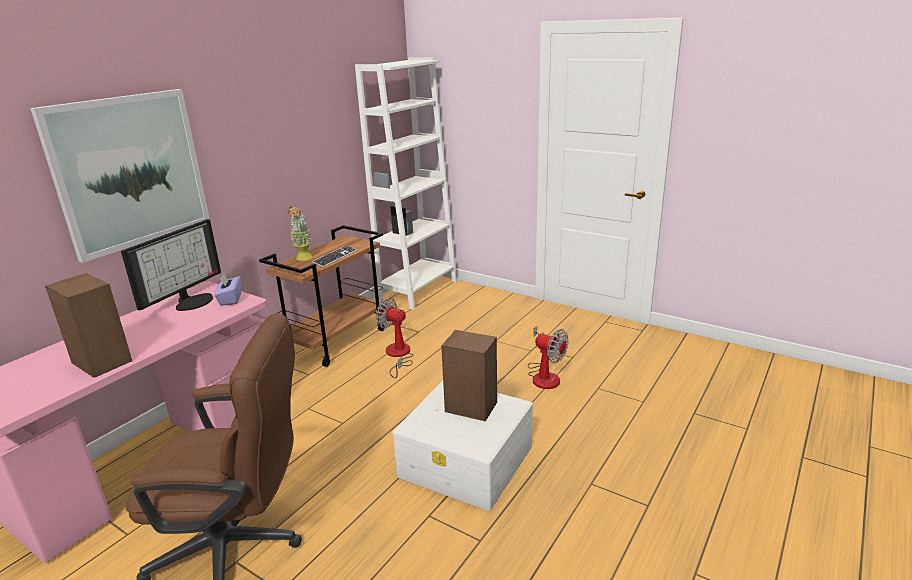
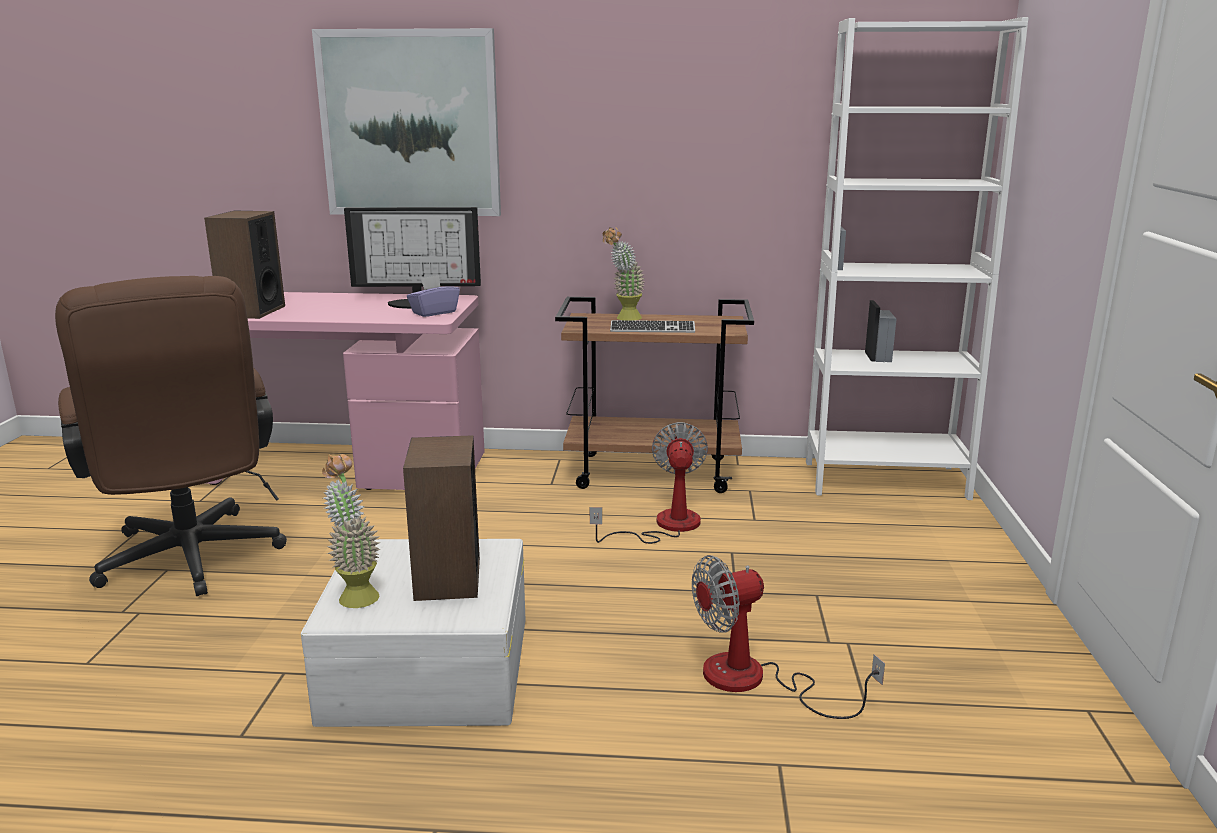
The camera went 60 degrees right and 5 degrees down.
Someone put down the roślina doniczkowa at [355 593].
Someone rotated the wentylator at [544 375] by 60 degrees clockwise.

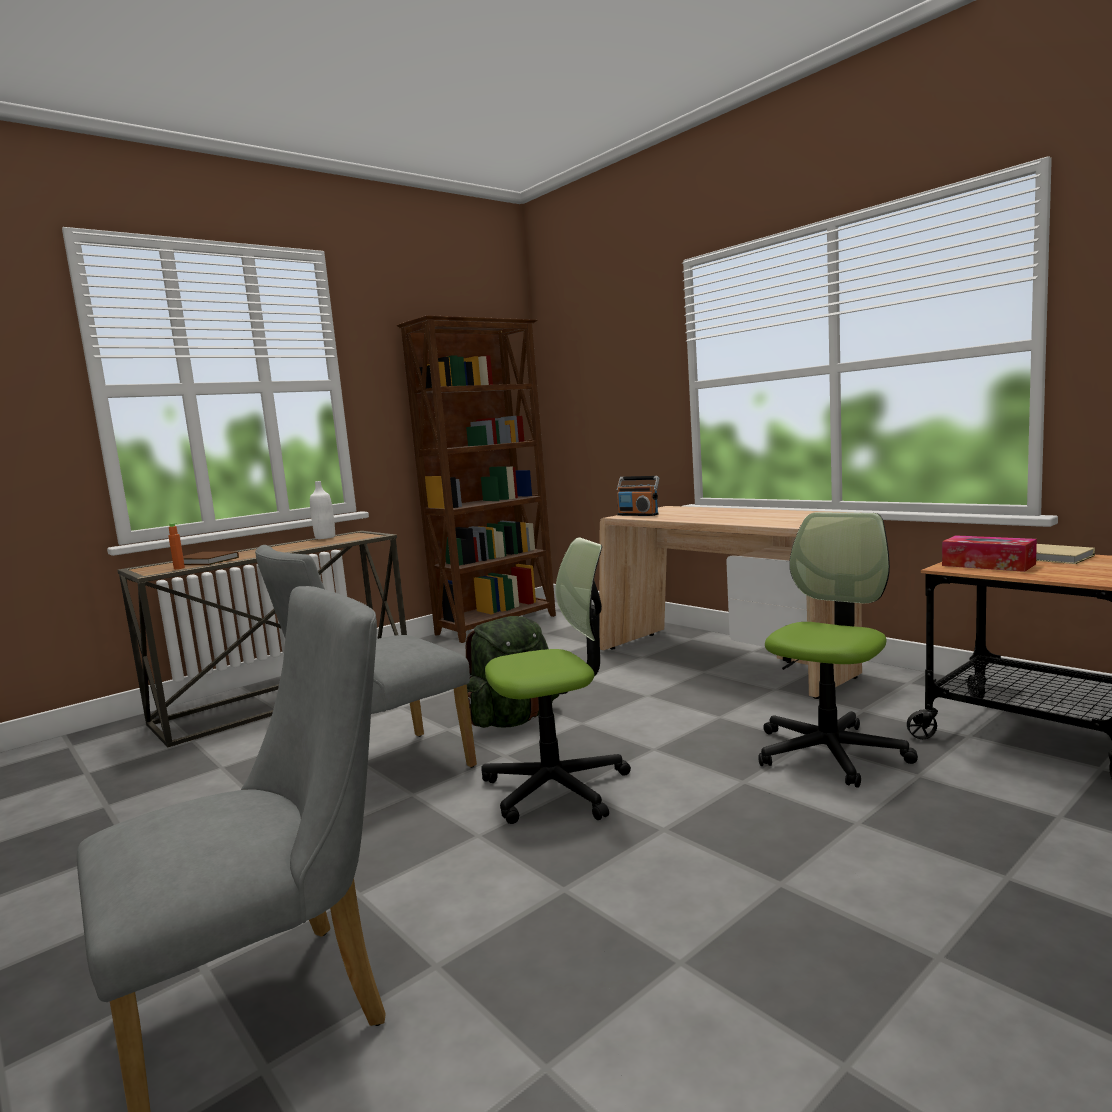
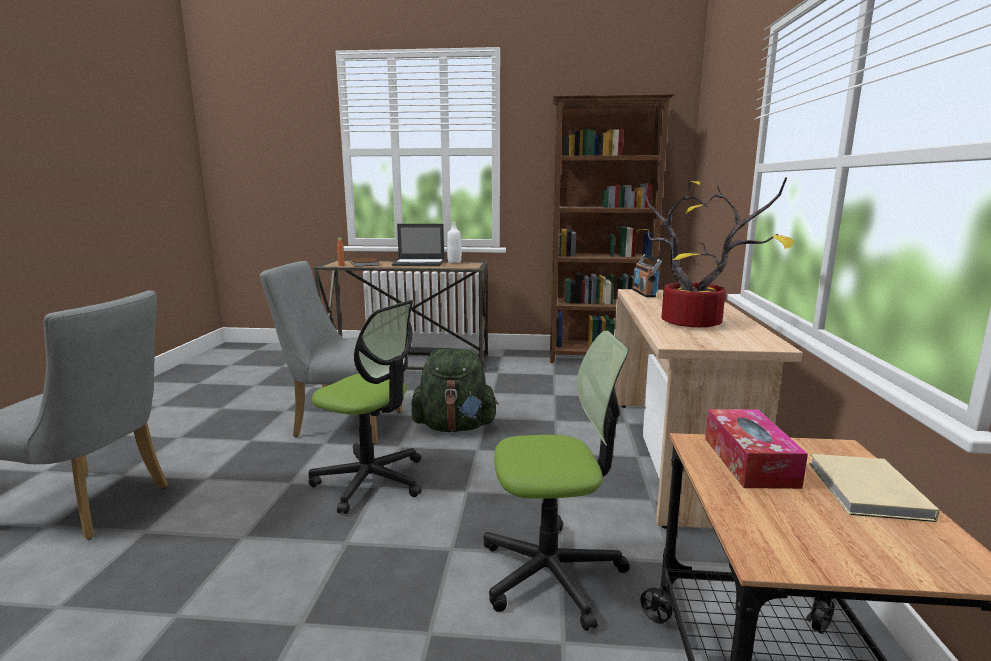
The camera went 45 degrees right and 5 degrees up.
Someone put down the laptop at [419 263].
Someone put down the roślina doniczkowa at [696 323].

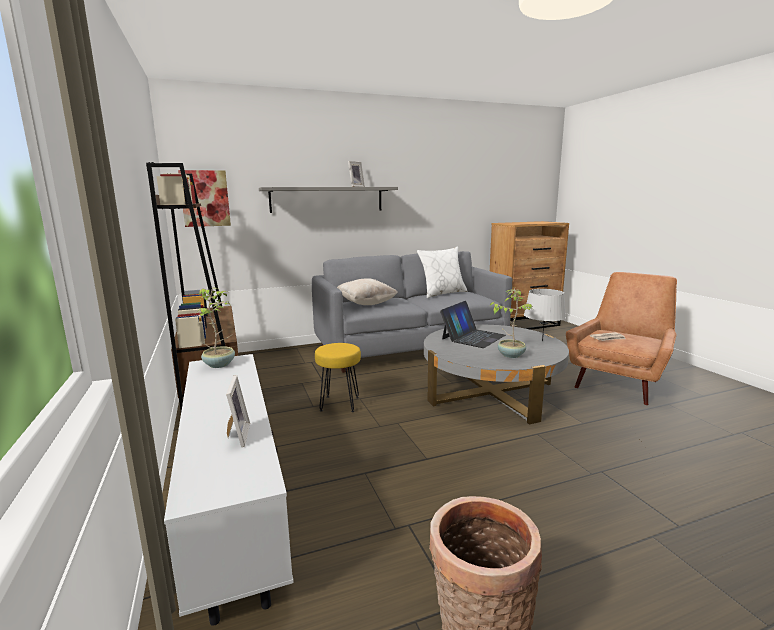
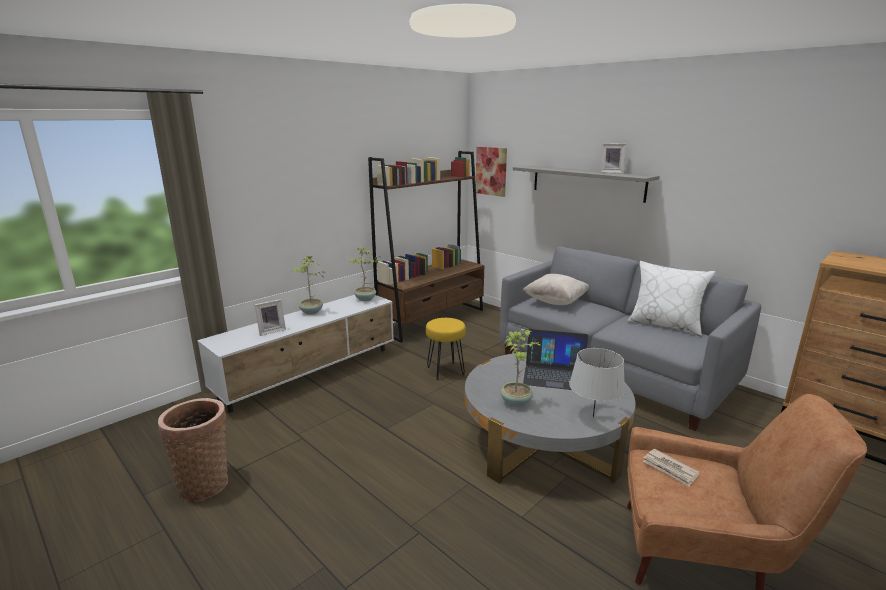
The camera went 65 degrees right and 5 degrees up.
Someone put down the roślina doniczkowa at [311 312].

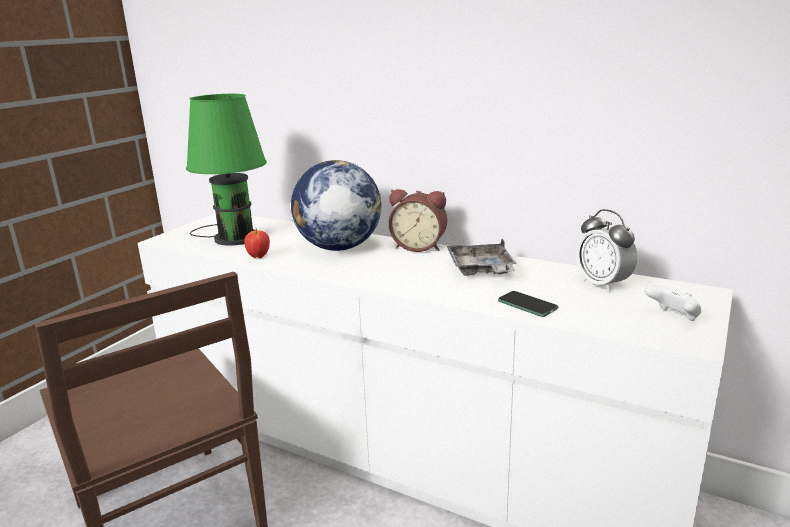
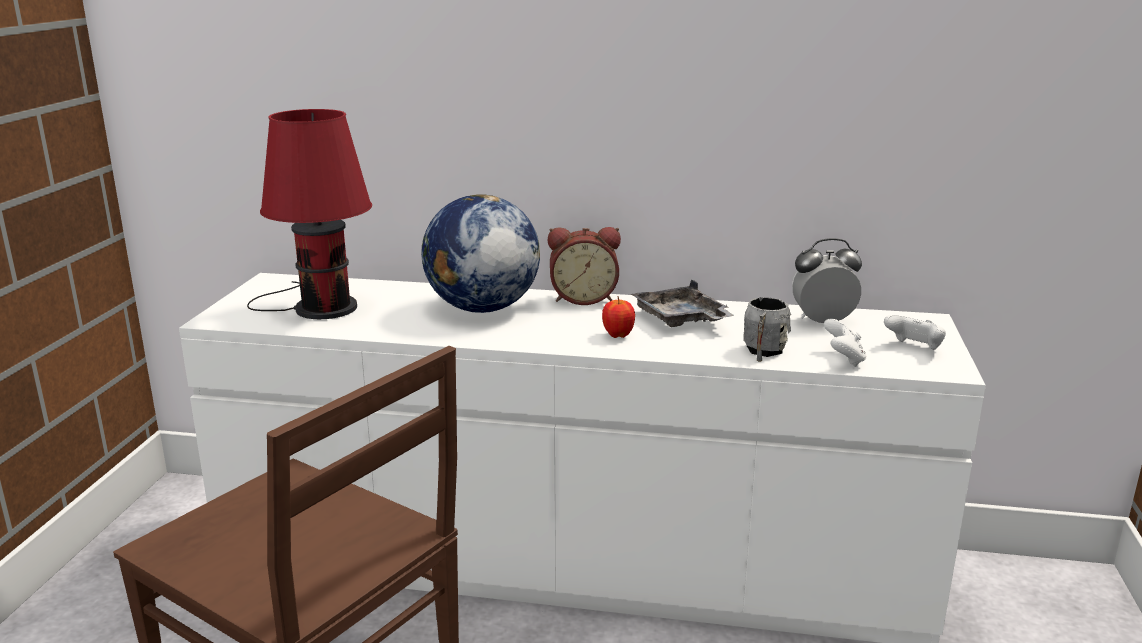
The camera went 20 degrees left and 0 degrees up.
Someone put down the pad do gier/biały at [843 359].
Someone carried the jabłko from [258 256] to [618 335].
Someone swapped the telefon at [527 305] for the kubek/szary at [763 352].
Someone repainted the lampa stołowa/zielony at [233 237], which became the lampa stołowa/czerwony at [320 307].
Someone rotated the budzik at [603 284] by 135 degrees clockwise.

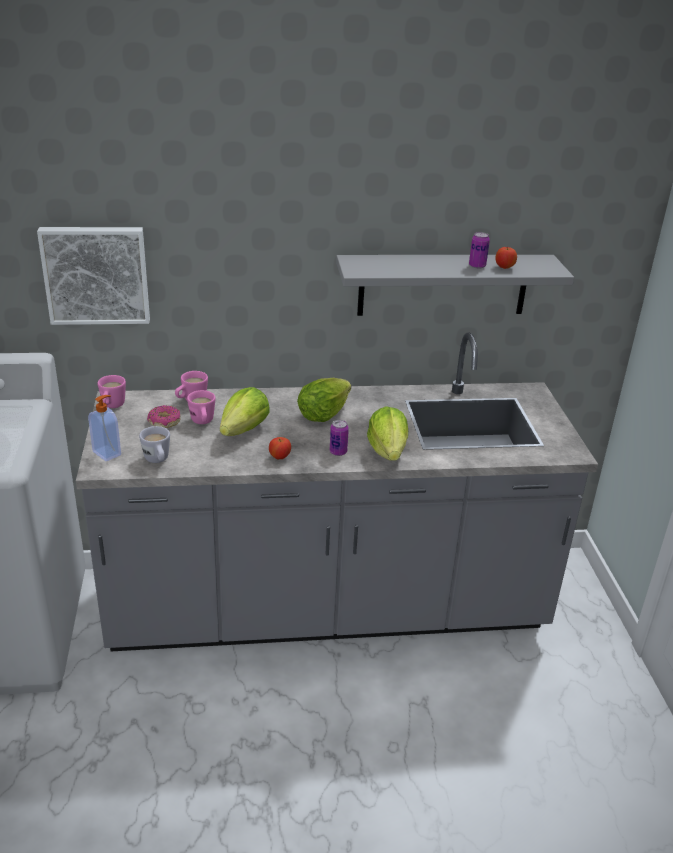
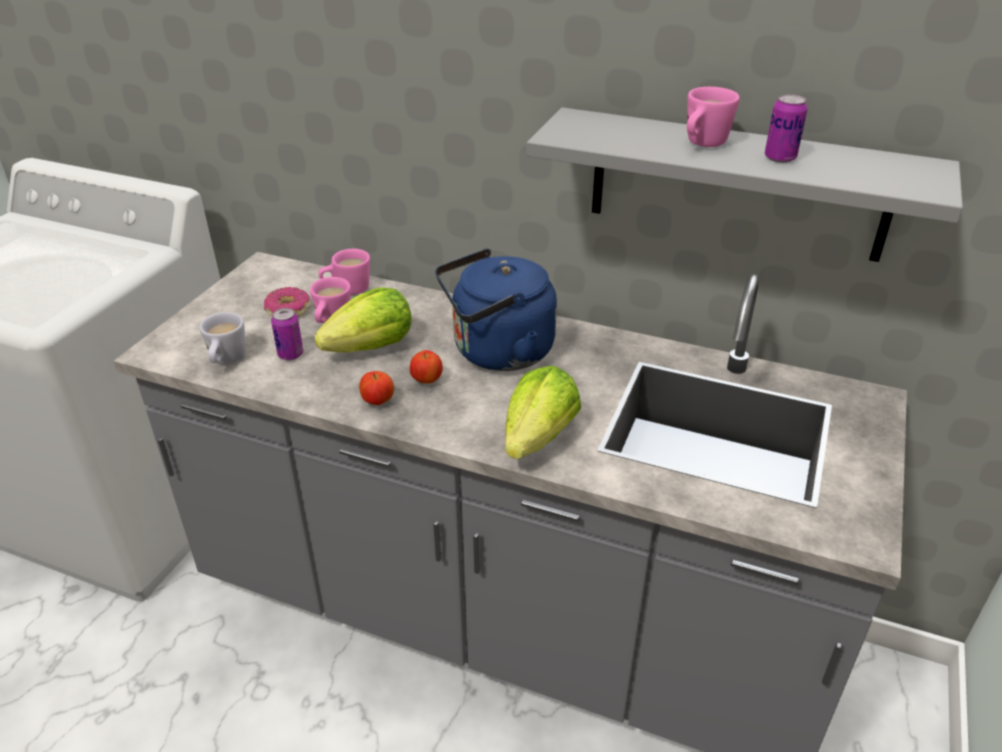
The camera went 30 degrees right and 5 degrees up.
Someone took away the obraz at [96 274].
Someone took away the dozownik mydła at [107 453].
Someone carried the kubek/różowy from [112 406] to [702 145].
Someone carried the puszka from [338 452] to [290 354].
Someone carried the jabłko from [504 267] to [427 380].
Someone swapped the sałata at [323 414] for the czajnik/niebieski at [497 352].

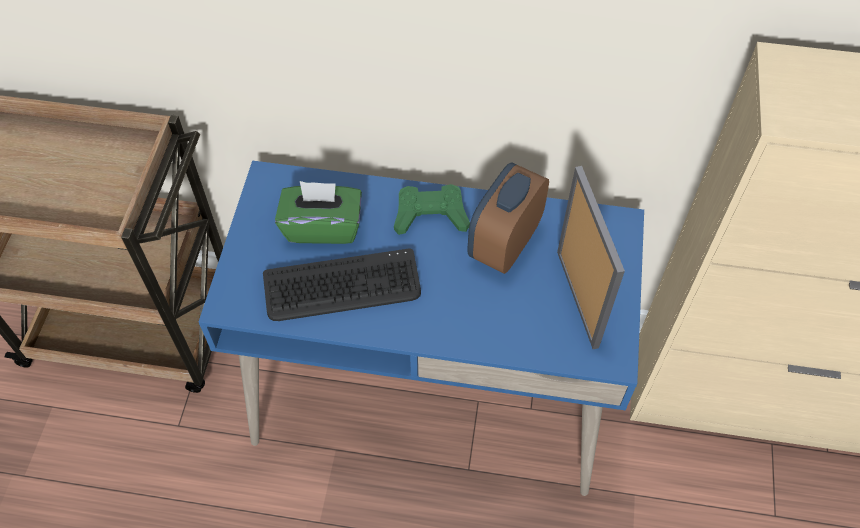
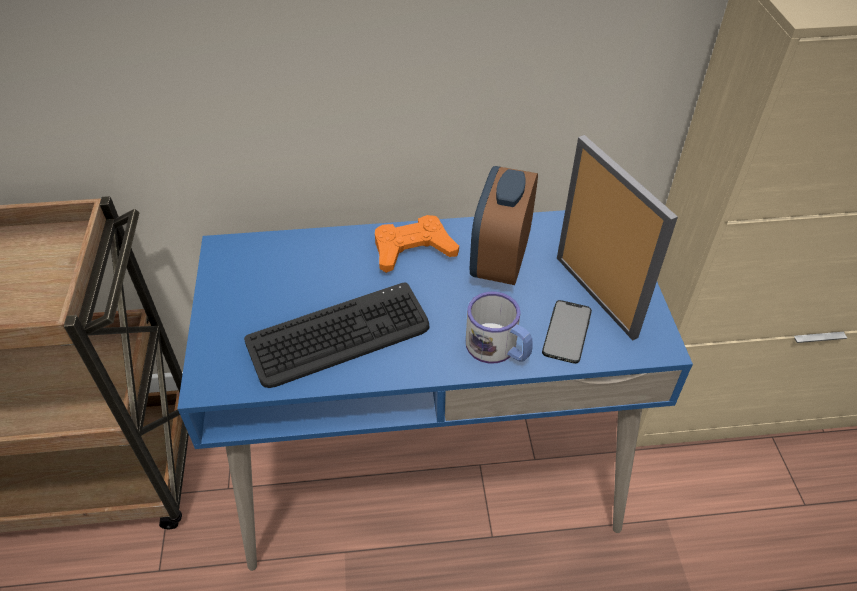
The camera went 15 degrees left and 10 degrees down.
Someone took away the pudełko chusteczek/zielony at [322 227].
Someone put down the kubek at [498 348].
Someone put down the telefon at [567 331].
Someone repainted the pad do gier/zielony at [430 214], which became the pad do gier/pomarańczowy at [413 249].

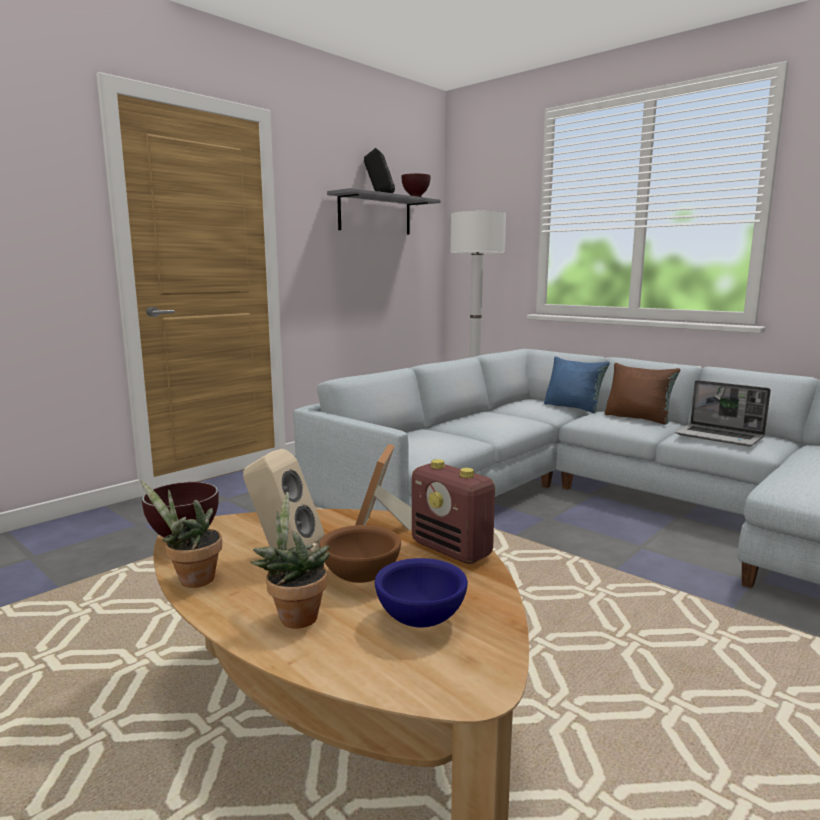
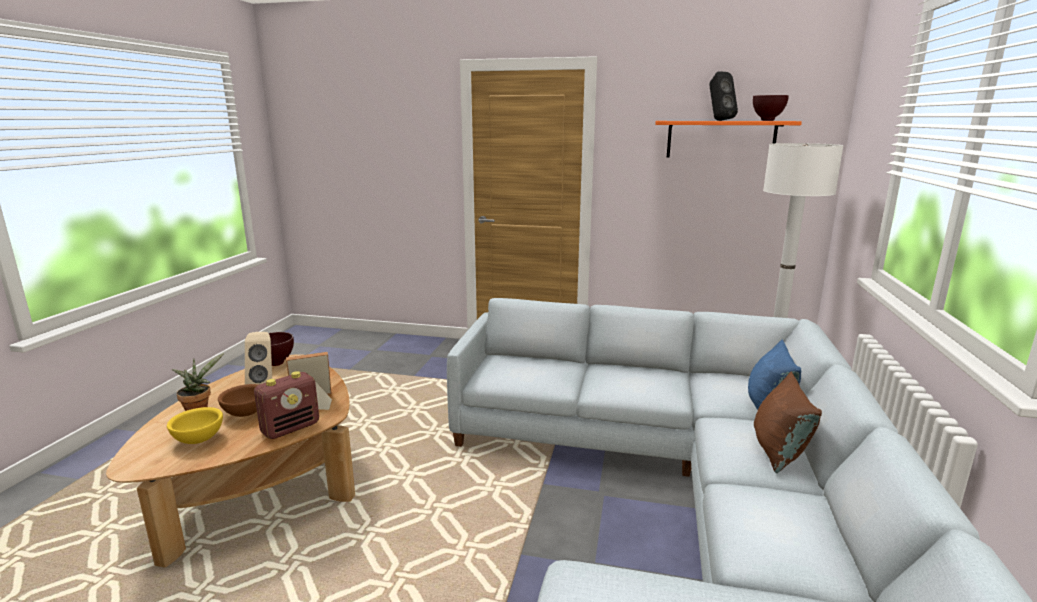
The camera went 60 degrees right and 5 degrees up.
Someone took away the roślina doniczkowa at [191 580].
Someone took away the laptop at [720 437].
Someone repainted the półka/szary at [375 214], which became the półka/pomarańczowy at [721 139].
Someone repainted the miska/niebieski at [419 619], which became the miska/żółty at [199 439].
Someone rotated the radio at [452 550] by 150 degrees counterclockwise.

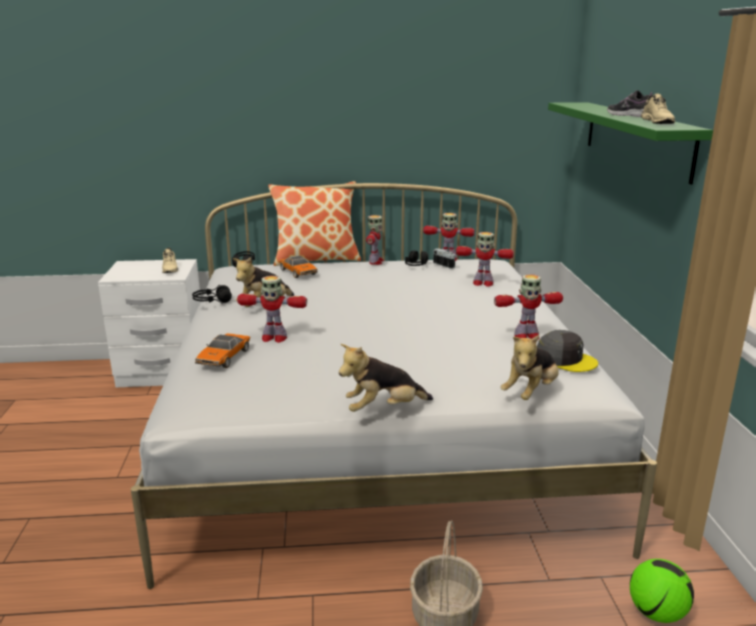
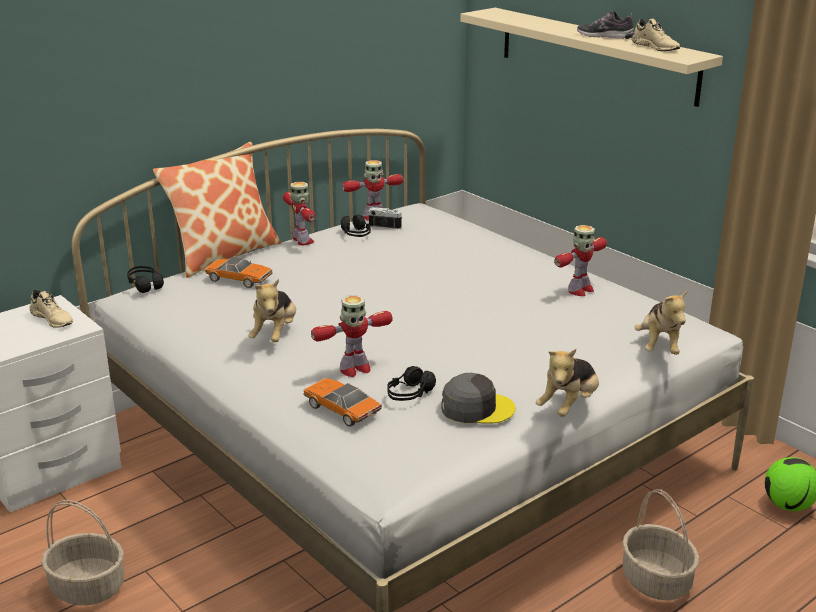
The camera went 35 degrees left and 5 degrees up.
Someone took away the robot zabawkowy at [482 283].
Someone put down the koszyk at [89 587].
Someone carried the słuchawki/czarny from [212 301] to [409 394].
Someone carried the czapka z daszkiem/szary from [565 359] to [476 408].
Someone repainted the półka/zielony at [635 138], which became the półka/beżowy at [596 54].
Someone rotated the samochodzik at [224 357] by 150 degrees clockwise.

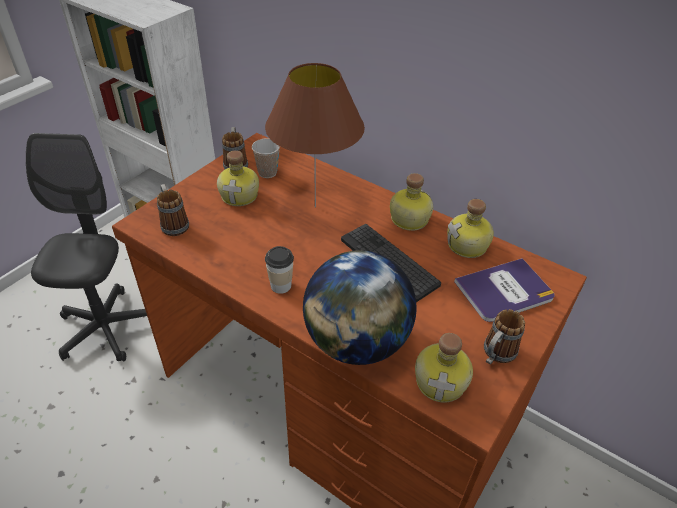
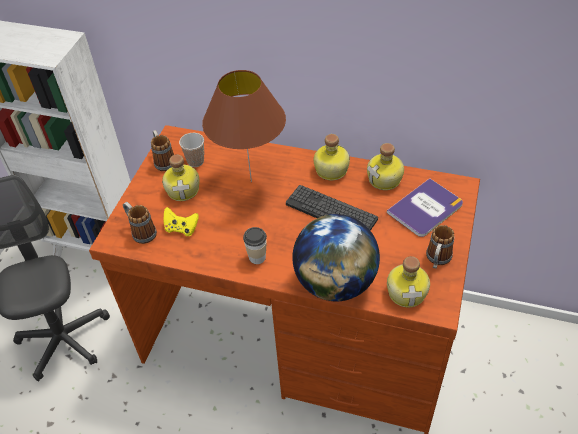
The camera went 15 degrees left and 5 degrees up.
Someone put down the pad do gier/żółty at [181 229].

